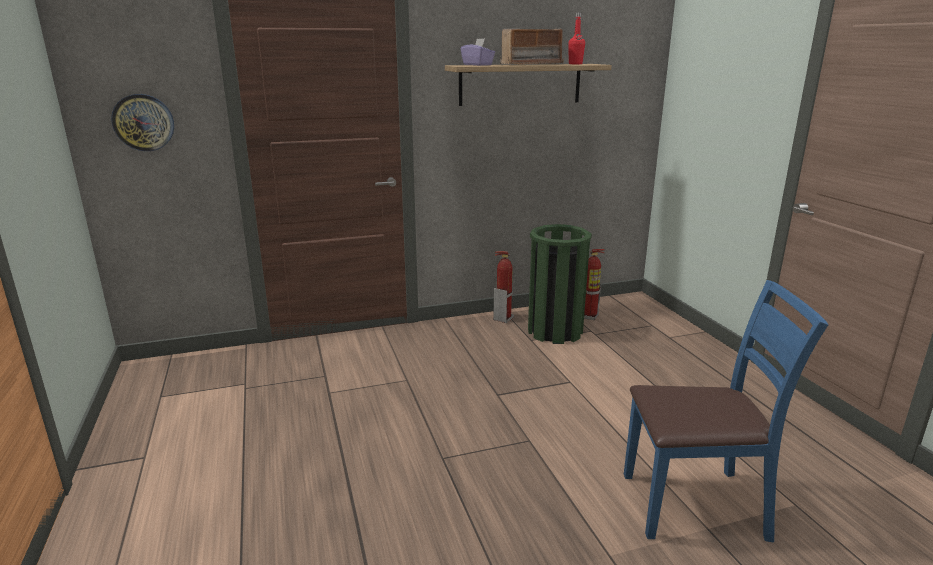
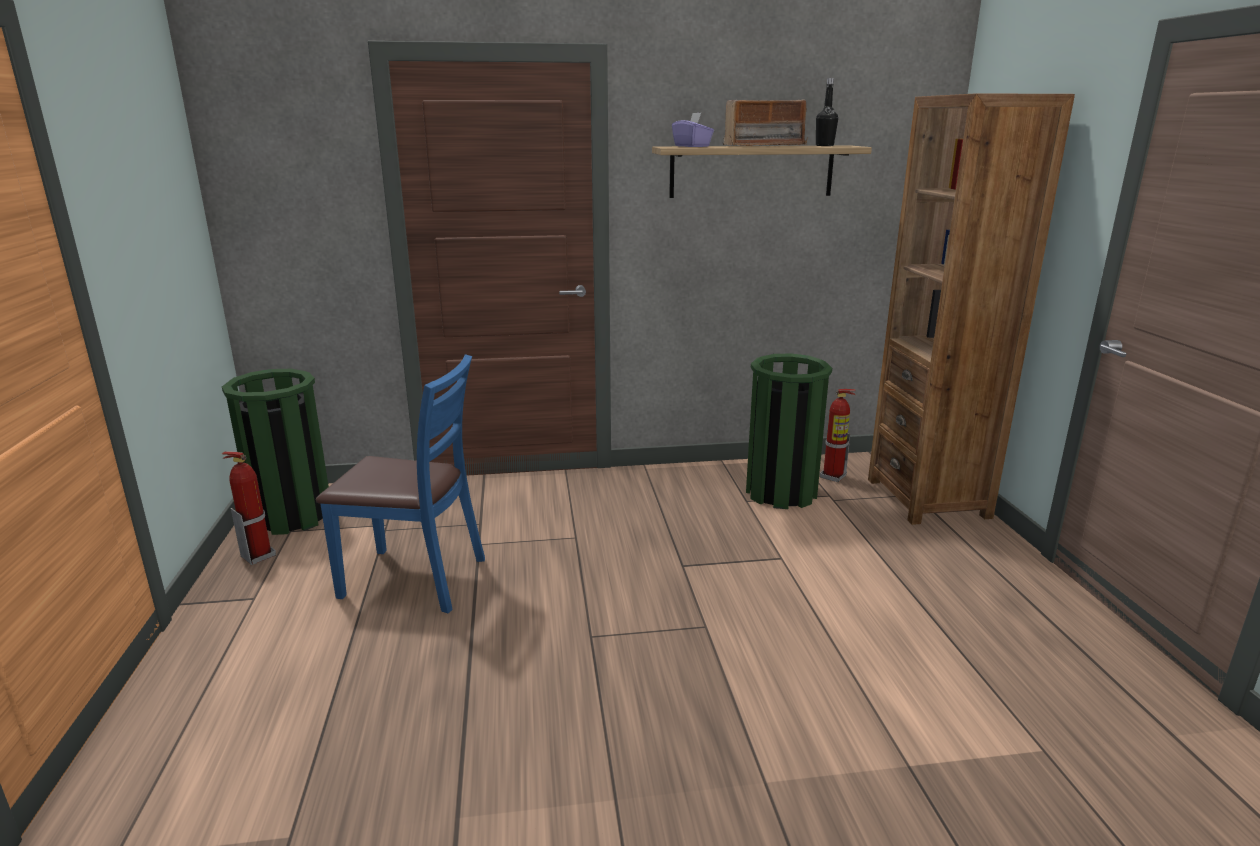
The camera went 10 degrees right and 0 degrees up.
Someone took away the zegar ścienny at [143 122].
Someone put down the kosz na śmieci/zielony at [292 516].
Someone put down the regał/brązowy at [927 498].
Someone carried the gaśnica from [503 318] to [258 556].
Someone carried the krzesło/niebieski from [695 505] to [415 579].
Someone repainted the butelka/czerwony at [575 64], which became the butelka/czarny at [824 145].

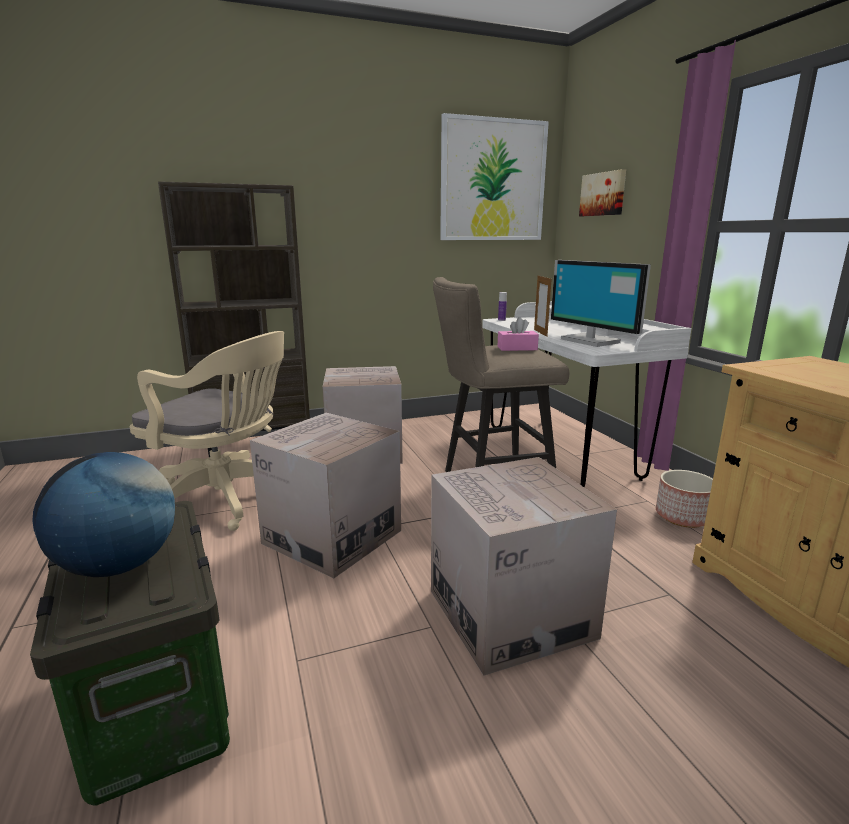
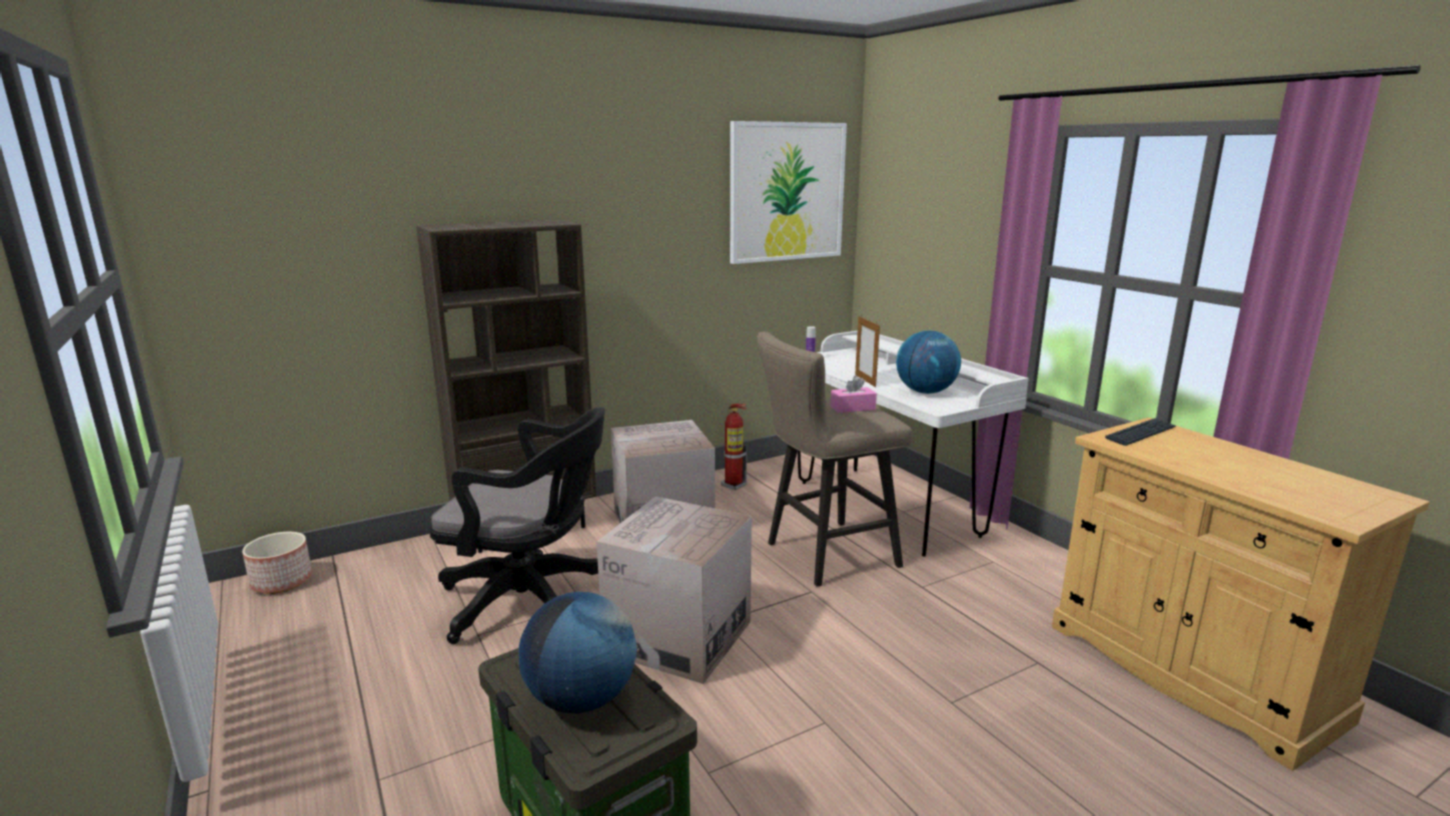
The camera went 10 degrees left and 0 degrees up.
Someone took away the karton at [510 613].
Someone took away the obraz at [603 194].
Someone put down the gaśnica at [734 485].
Someone put down the klawiatura at [1141 433].
Someone carried the donica from [683 517] to [282 582].
Someone swapped the monitor at [591 341] for the globus at [925 392].
Someone repainted the krzesło biurowe/beżowy at [228 499], which became the krzesło biurowe/czarny at [532 602].

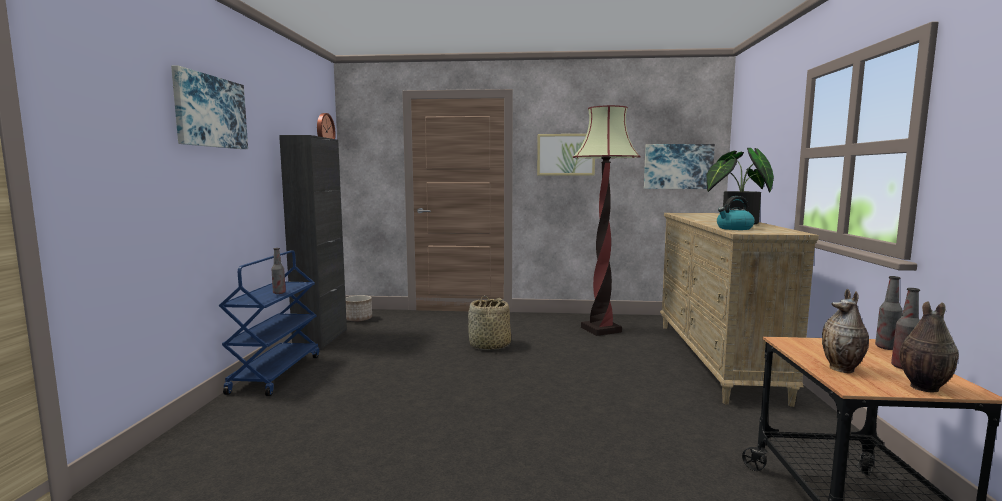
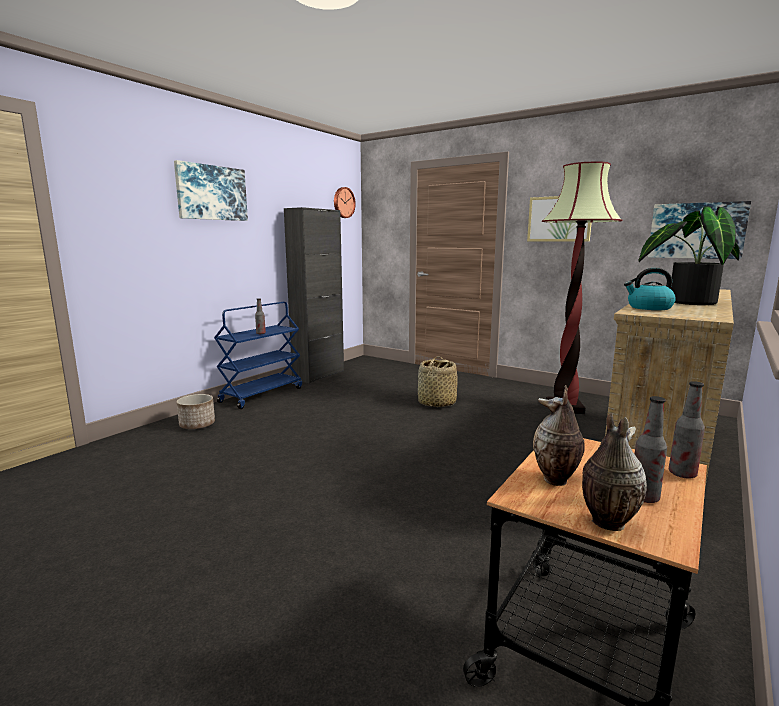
The camera went 30 degrees right and 5 degrees up.
Someone carried the donica from [358 319] to [197 425].

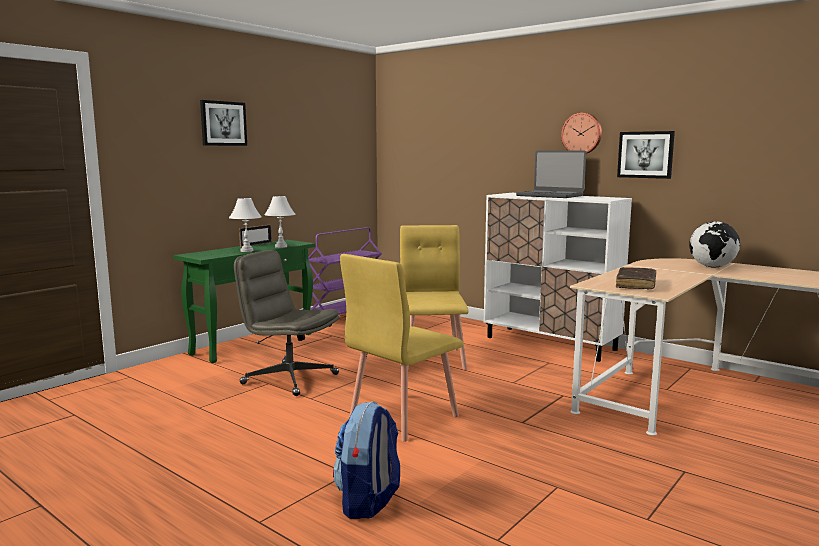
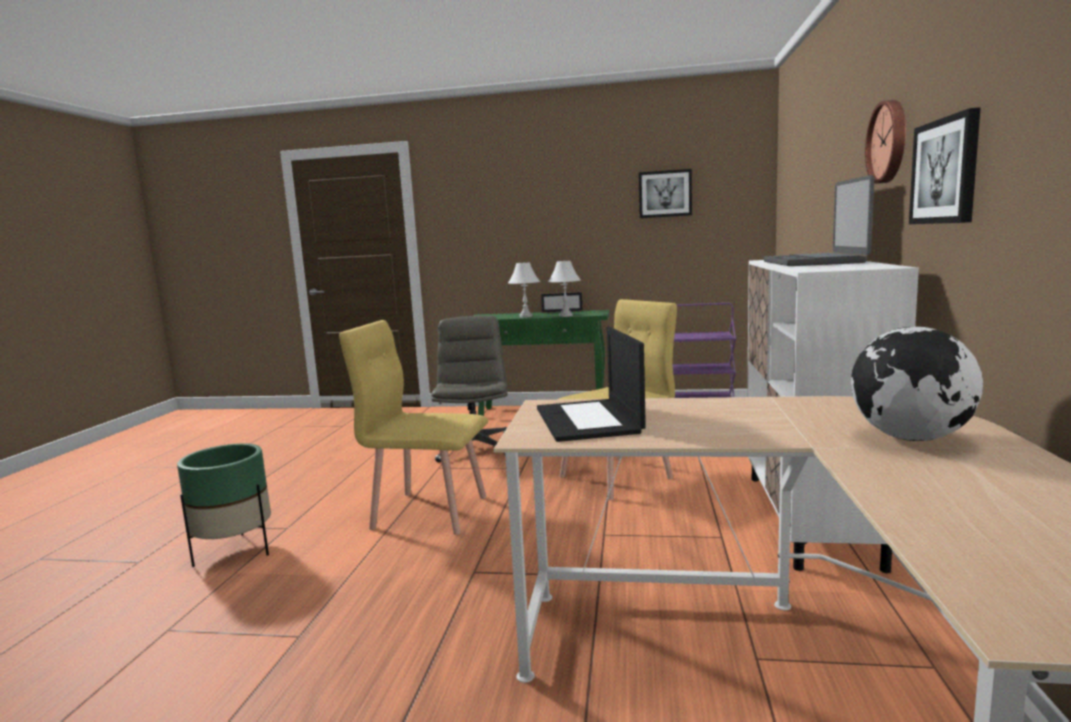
The camera went 60 degrees right and 0 degrees up.
Someone carried the obraz from [223 123] to [665 194].
Someone swapped the plecak at [368 501] for the donica/zielony at [235 551].
Someone swapped the książka/brązowy at [635 284] for the laptop at [589 420].

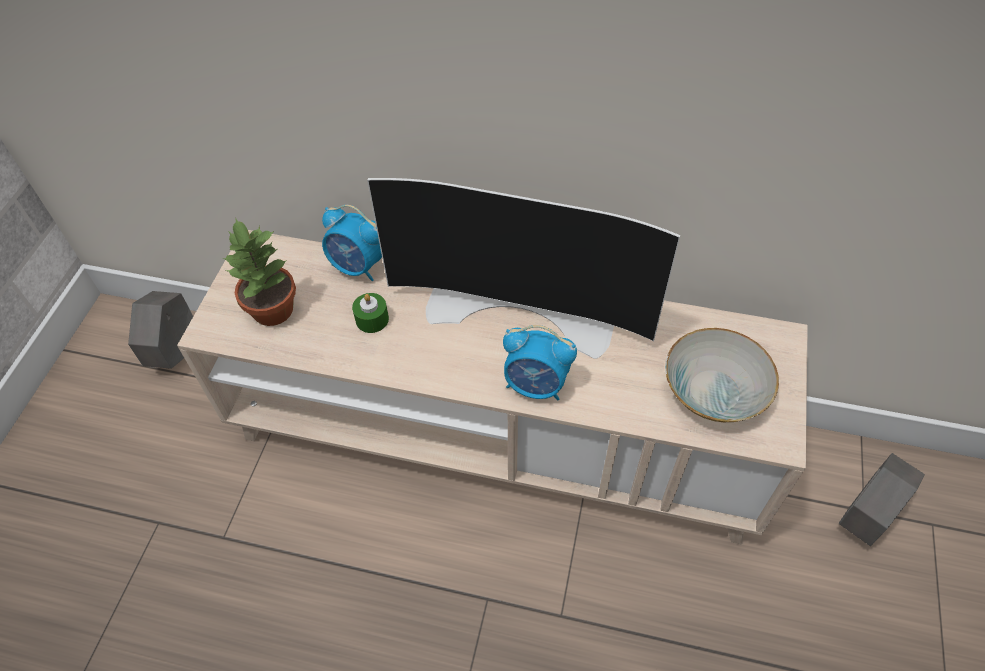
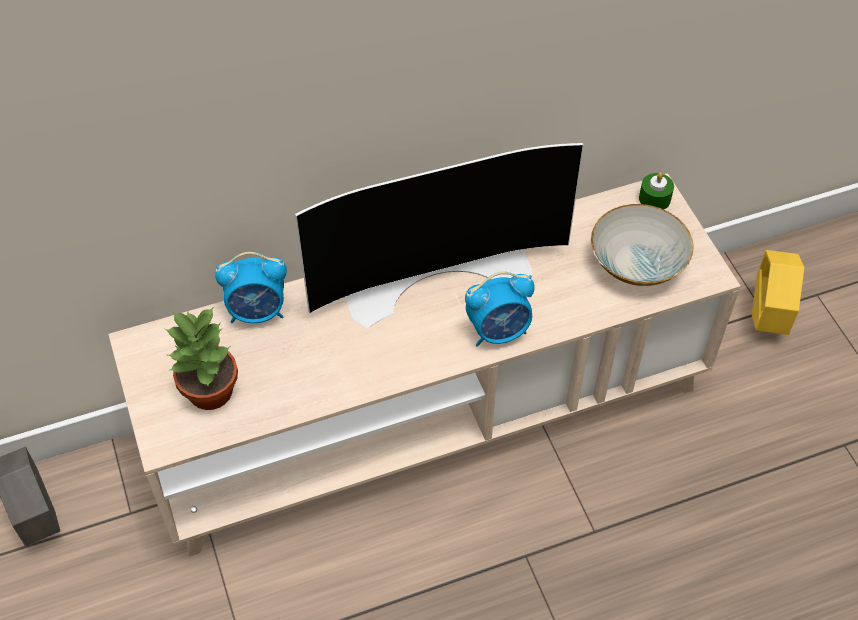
The camera went 35 degrees left and 0 degrees up.
Someone carried the świeca/zielony from [372 319] to [654 199].
Someone repainted the donica/szary at [864 518], which became the donica/żółty at [767 317].

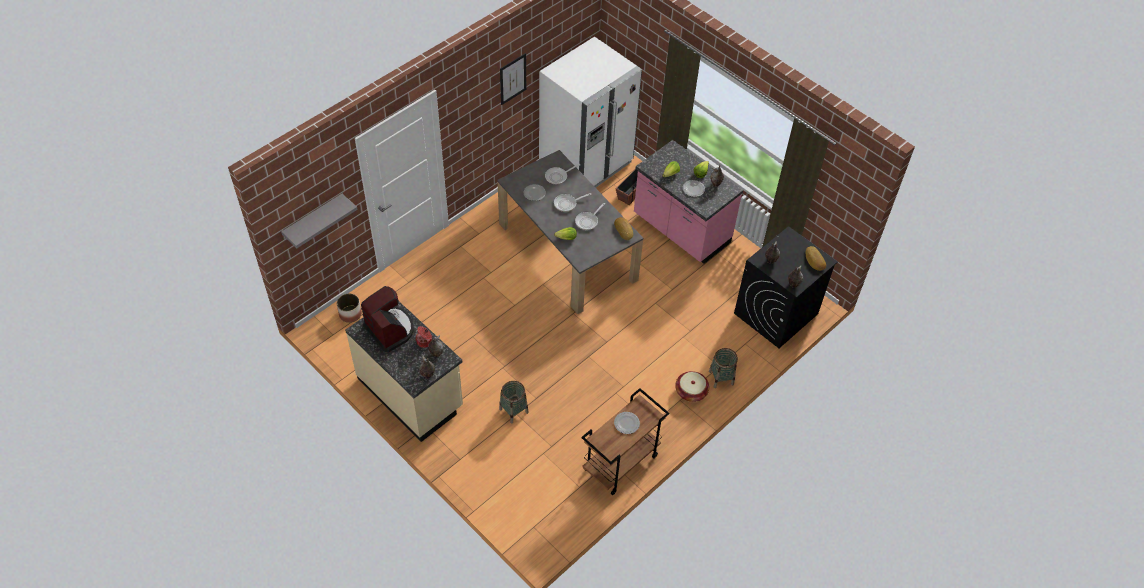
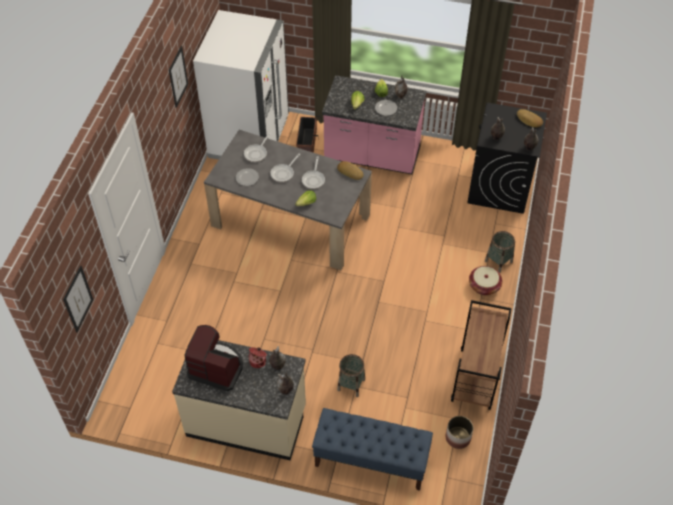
The camera went 30 degrees left and 0 degrees up.
Someone took away the talerz at [626 423].
Someone put down the ławka/niebieski at [370 460].
Someone carried the donica from [350 314] to [458 437].
Someone swapped the półka/szary at [313 219] for the obraz at [78 299].

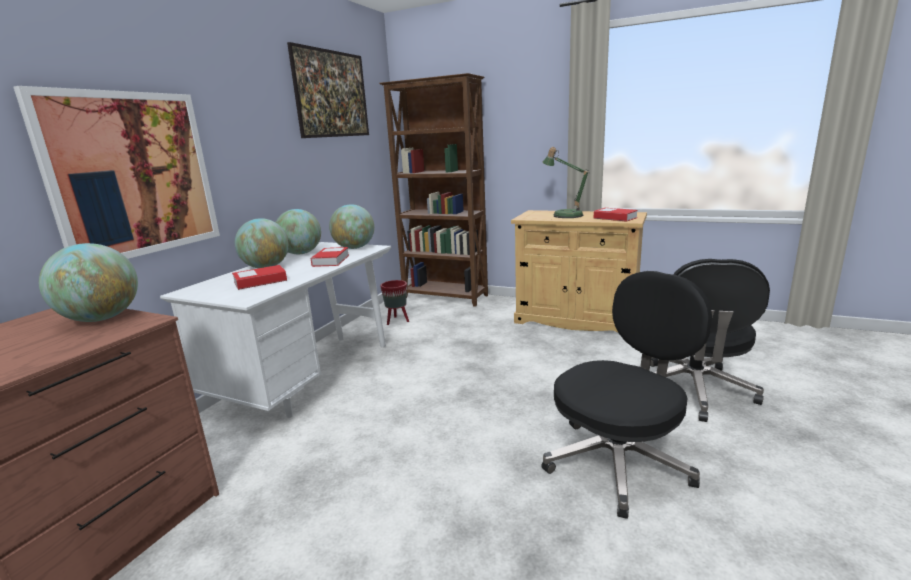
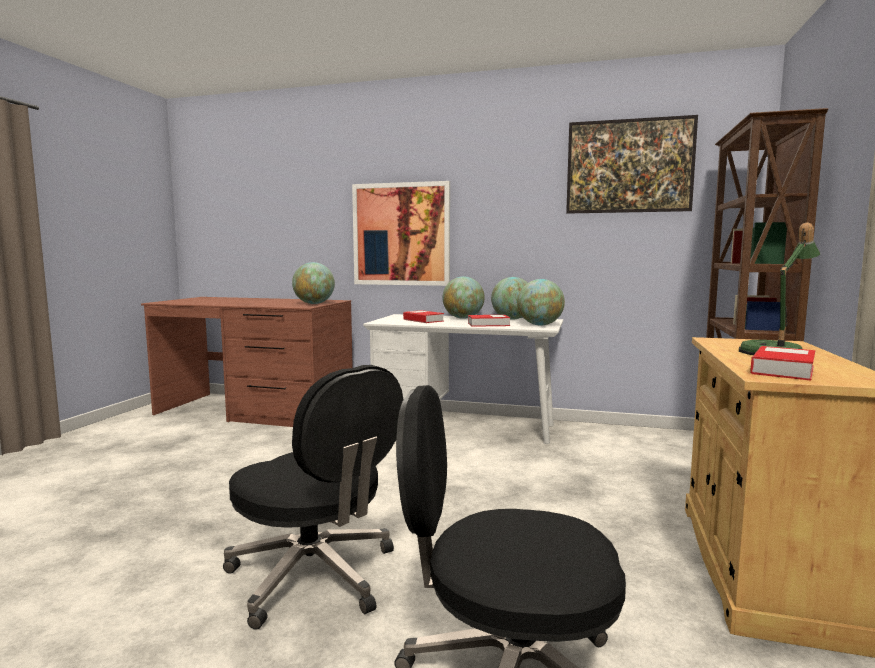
The camera went 80 degrees right and 10 degrees down.
Someone took away the donica/czerwony at [397 321].

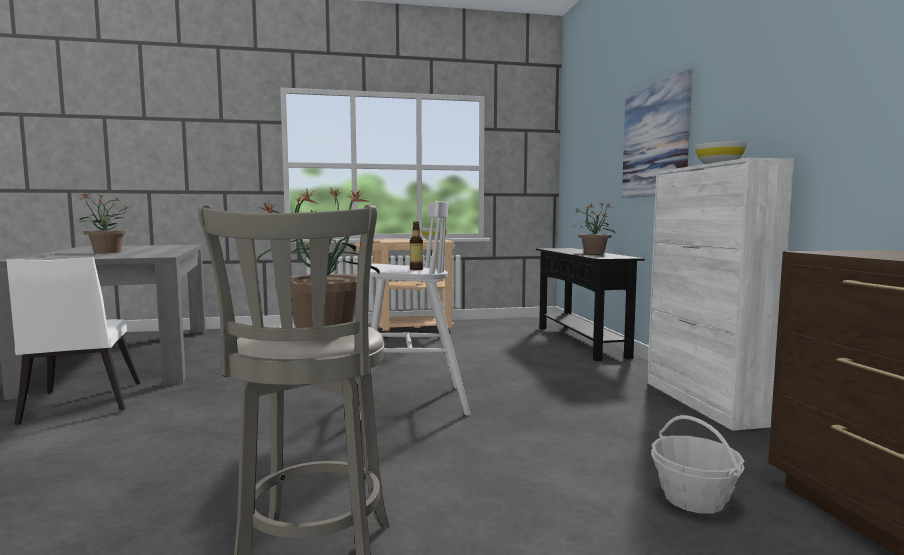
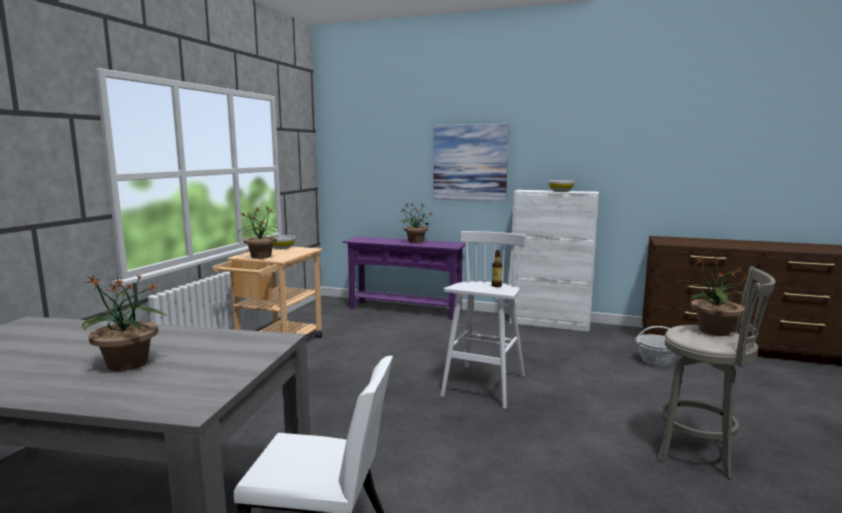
The camera went 60 degrees left and 5 degrees up.
Someone put down the roślina doniczkowa at [261 256].
Someone repainted the stolik konsolowy/czarny at [581 341], which became the stolik konsolowy/fioletowy at [405 310].

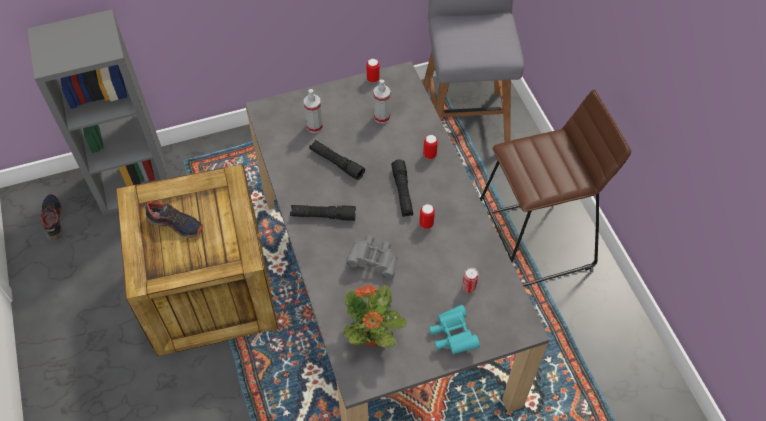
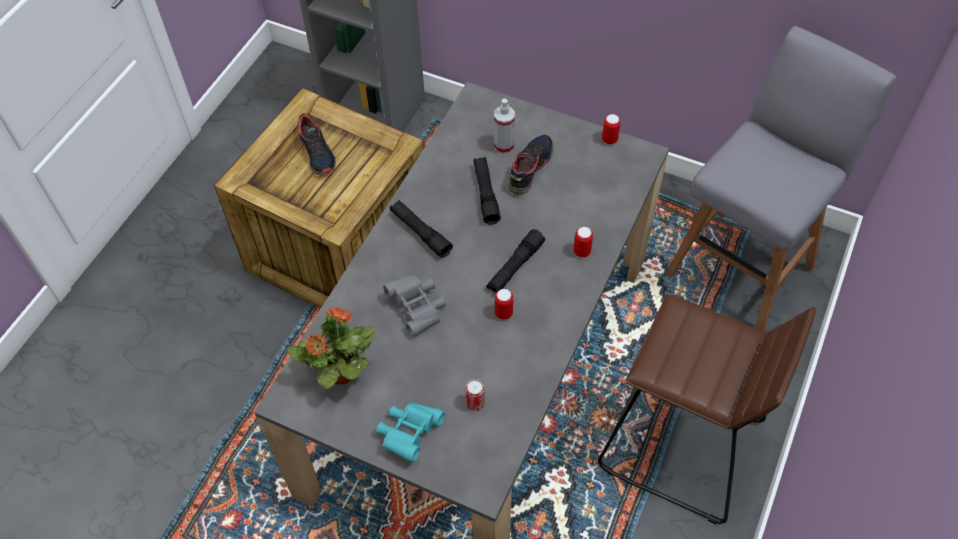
The camera went 45 degrees right and 0 degrees up.
Someone took away the spryskiwacz at [382 117].
Someone carried the but from [53 219] to [529 168].

